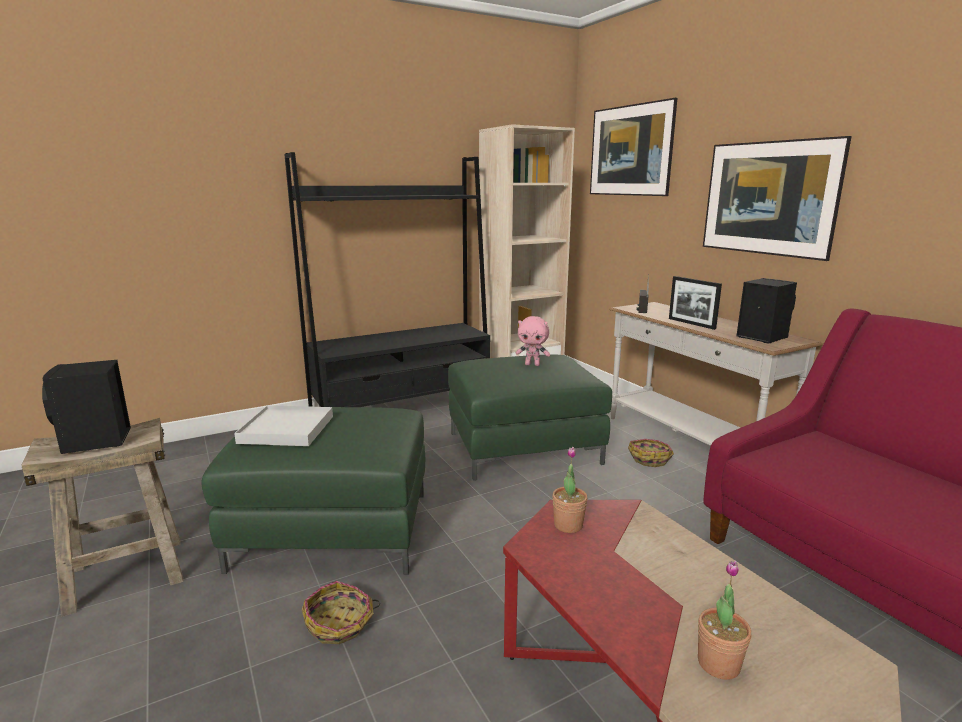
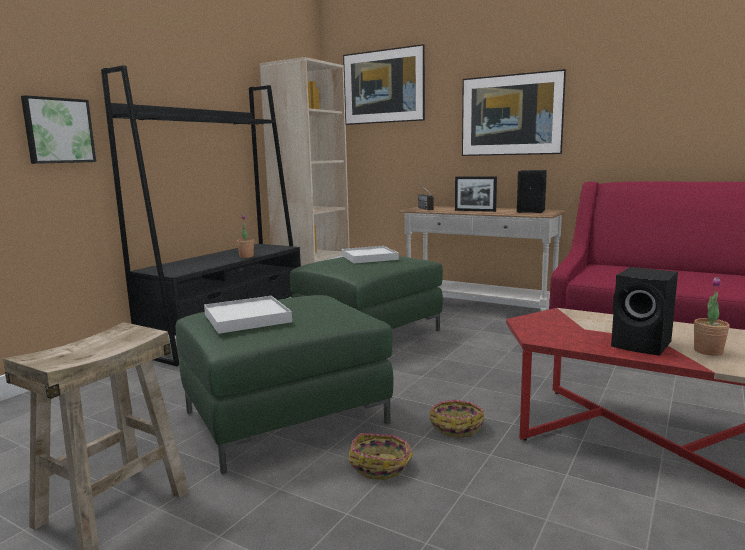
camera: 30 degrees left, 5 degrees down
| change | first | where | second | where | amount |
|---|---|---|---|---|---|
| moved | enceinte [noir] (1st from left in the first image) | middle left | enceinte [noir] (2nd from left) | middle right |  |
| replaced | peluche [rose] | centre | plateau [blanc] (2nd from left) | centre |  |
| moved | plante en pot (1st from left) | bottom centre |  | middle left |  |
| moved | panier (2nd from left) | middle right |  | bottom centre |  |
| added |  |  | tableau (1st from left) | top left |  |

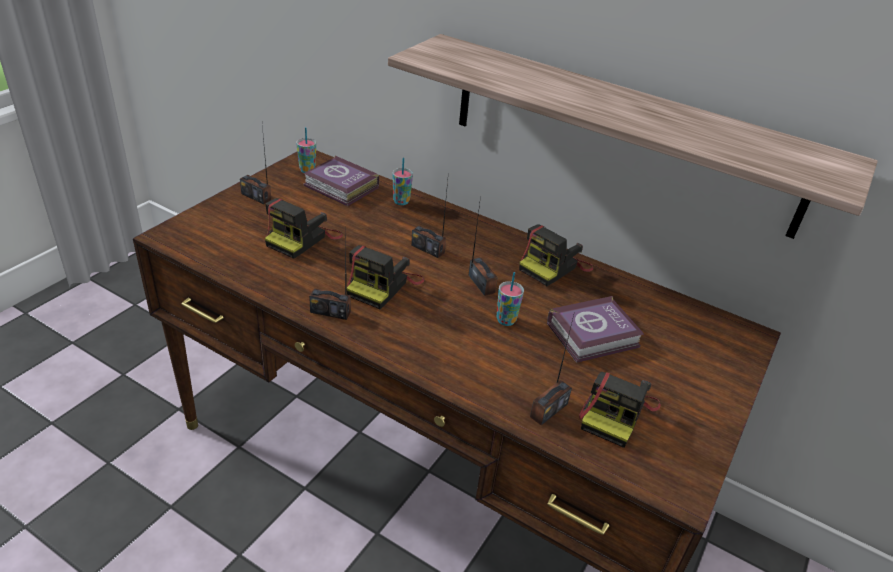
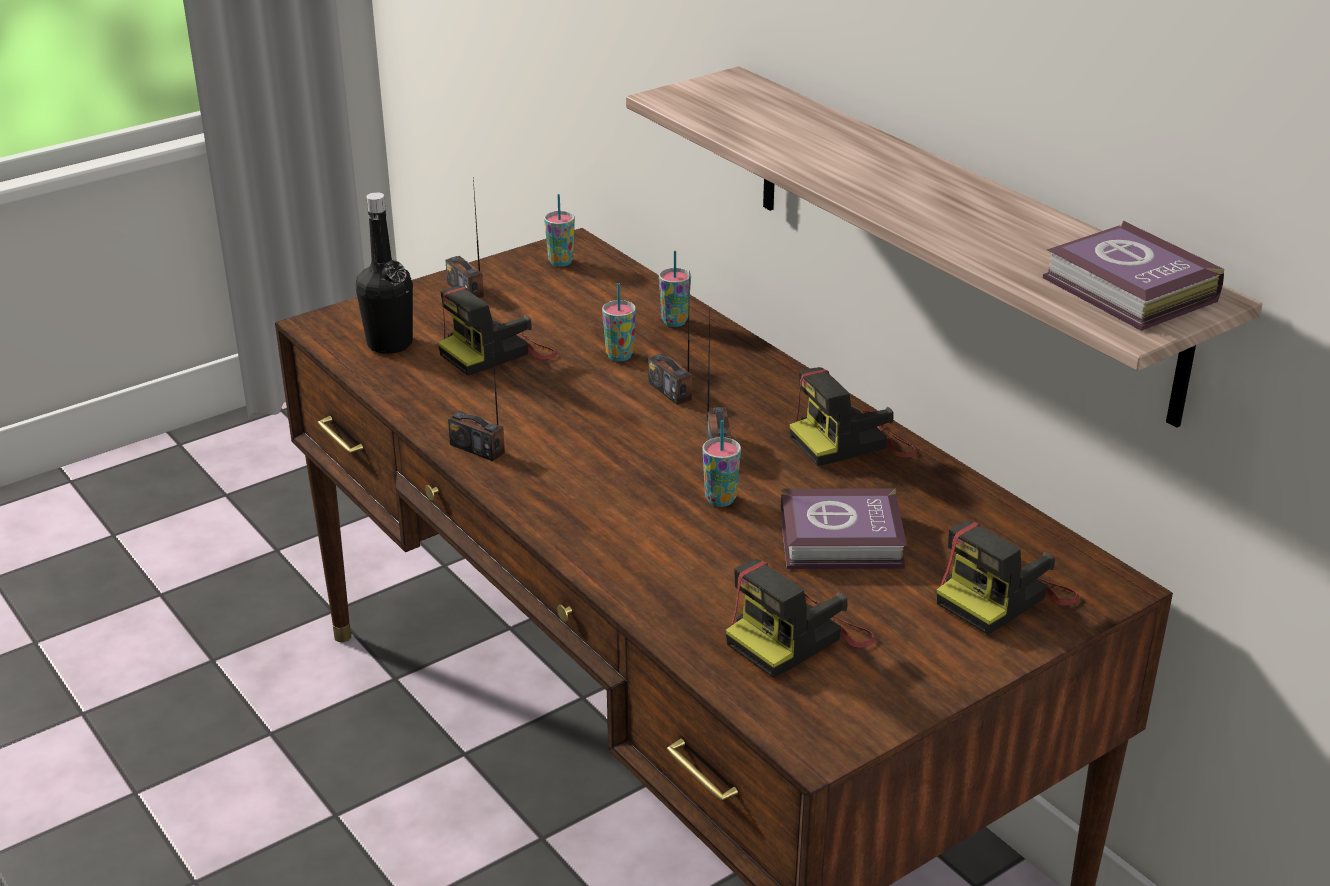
camera: 25 degrees right, 5 degrees down
| change | first | where | second | where | amount |
|---|---|---|---|---|---|
| moved | livre (1st from left in the first image) | top centre | livre (2nd from left) | top right |  |
| moved | appareil photo (2nd from left in the first image) | centre | appareil photo (4th from left) | middle right |  |
| removed | radio (5th from left) | centre |  |  |  |
| added |  |  | bouteille [noir] | top left |  |
| added |  |  | tasse (2nd from left) | centre |  |

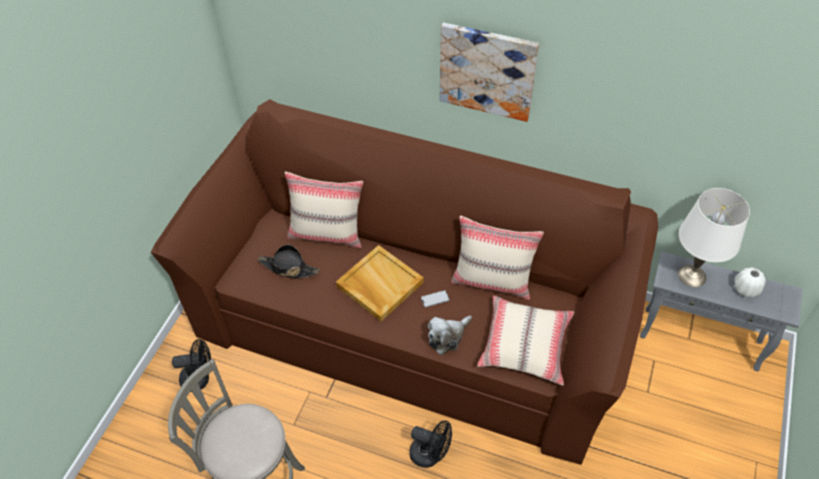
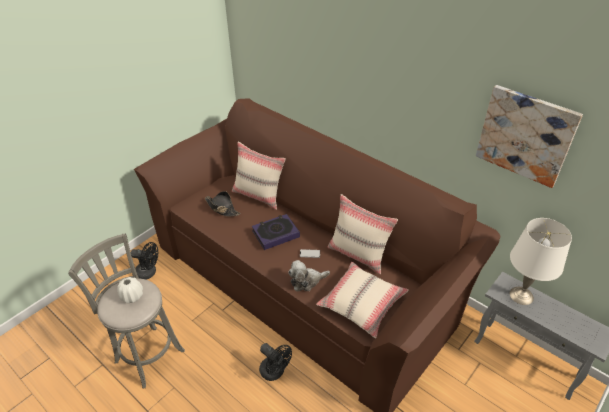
camera: 20 degrees right, 10 degrees down
| change | first | where | second | where | amount |
|---|---|---|---|---|---|
| replaced | plateau [beige] | centre | livre | centre |  |
| moved | tableau | top centre |  | top right |  |
| moved | vase [blanc] | middle right |  | bottom left |  |

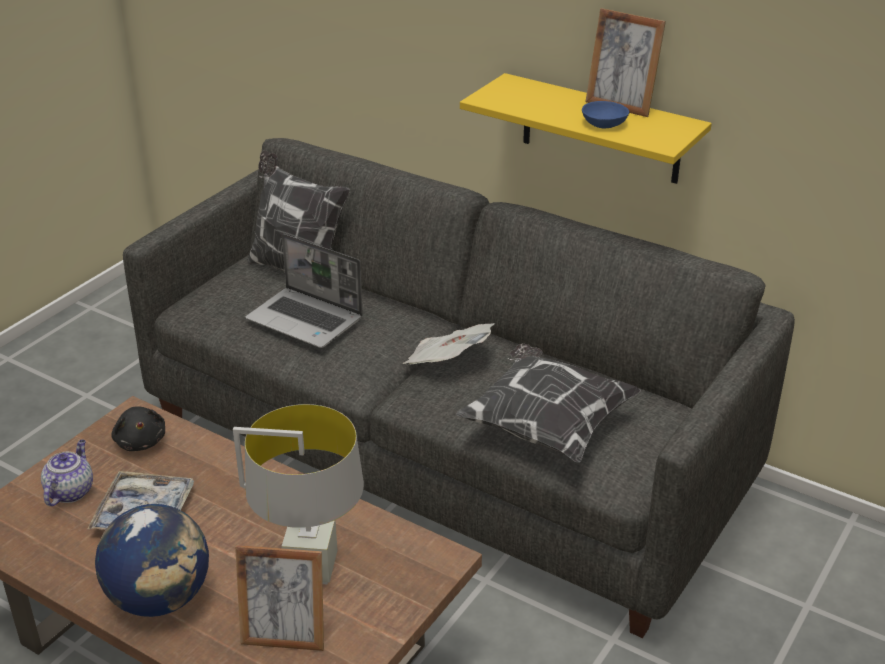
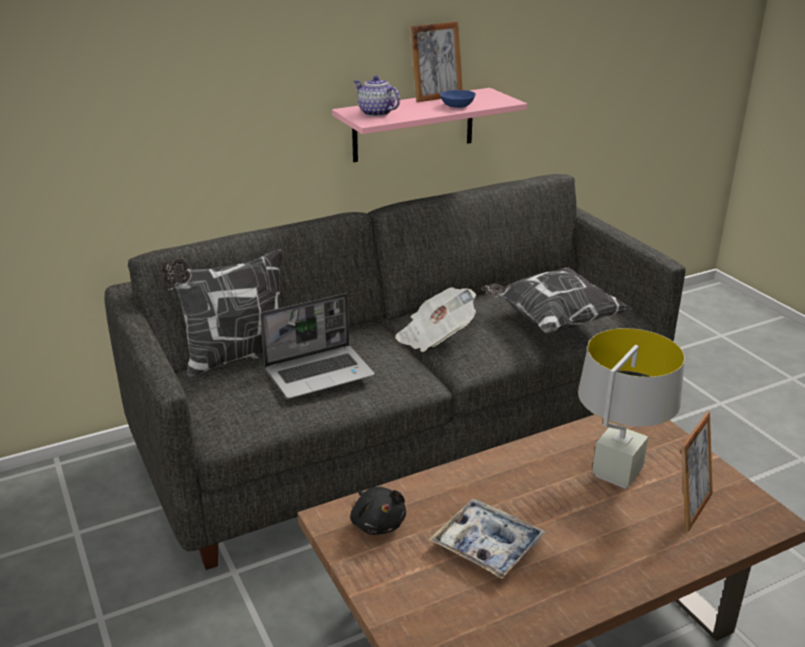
camera: 60 degrees left, 5 degrees down
| change | first | where | second | where | amount |
|---|---|---|---|---|---|
| moved | théière | bottom left |  | top centre |  |
| removed | globe | bottom left |  |  |  |
| turned | peluche [noir] | middle left |  | bottom centre | 60 degrees clockwise |
| recoloured | étagère [jaune] | top centre | étagère [rose] | top centre |  |

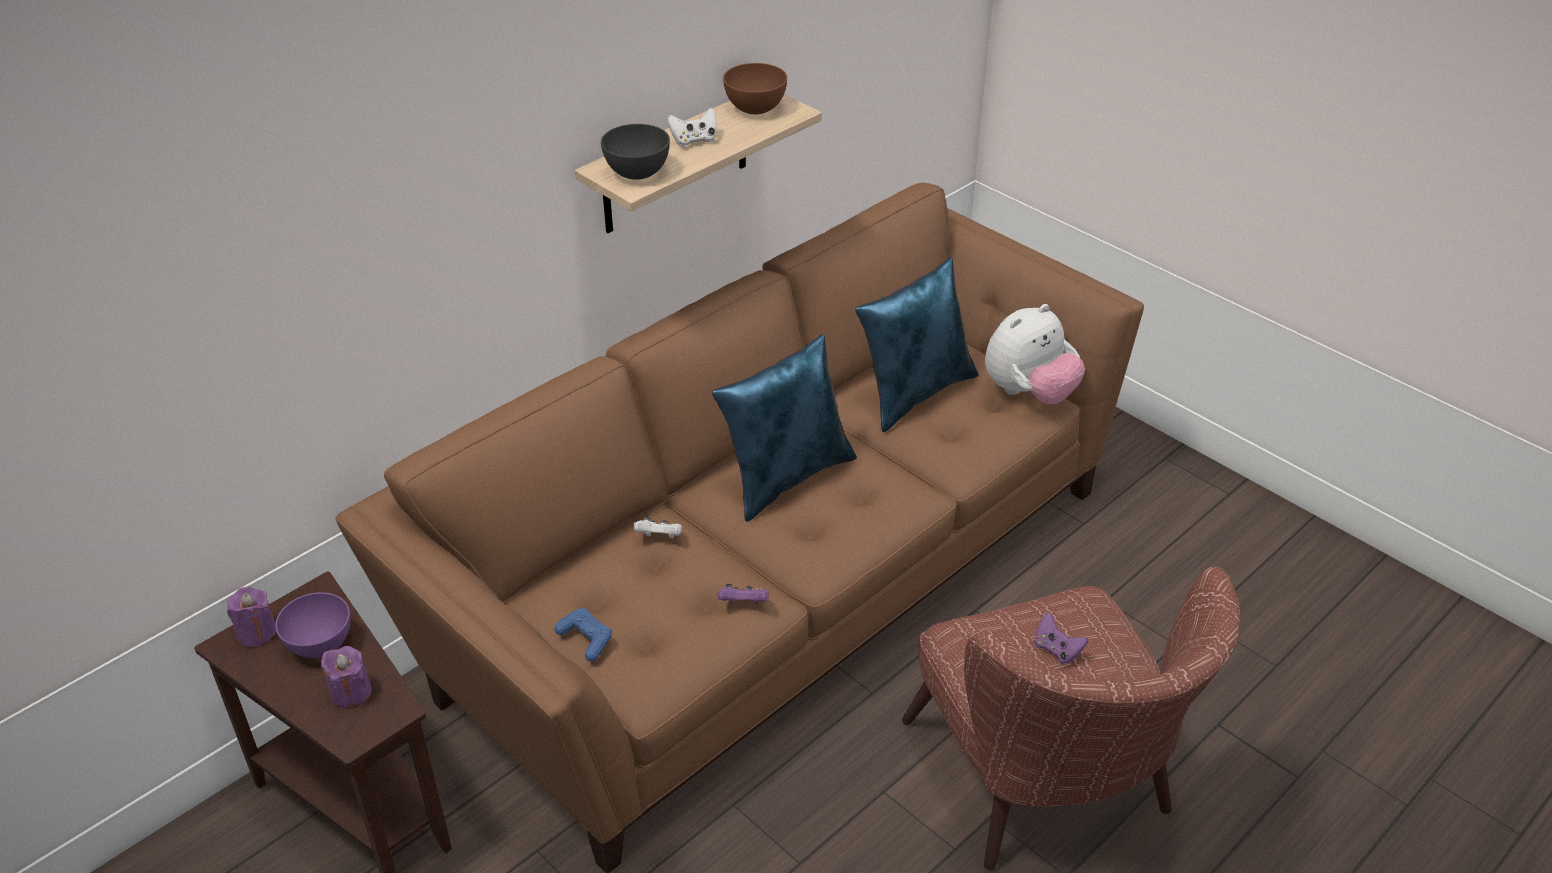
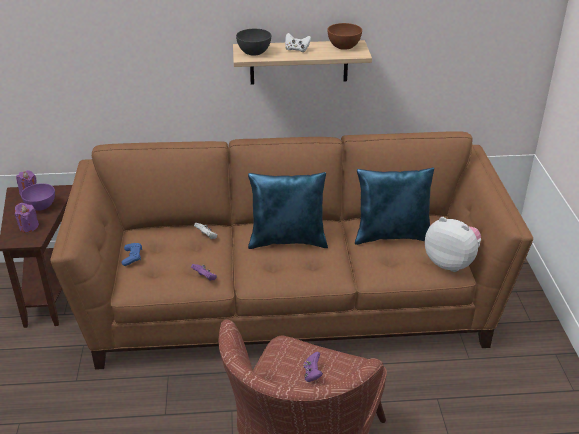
camera: 40 degrees right, 5 degrees down
| change | first | where | second | where | amount |
|---|---|---|---|---|---|
| turned | peluche | middle right |  | middle right | 150 degrees counterclockwise |

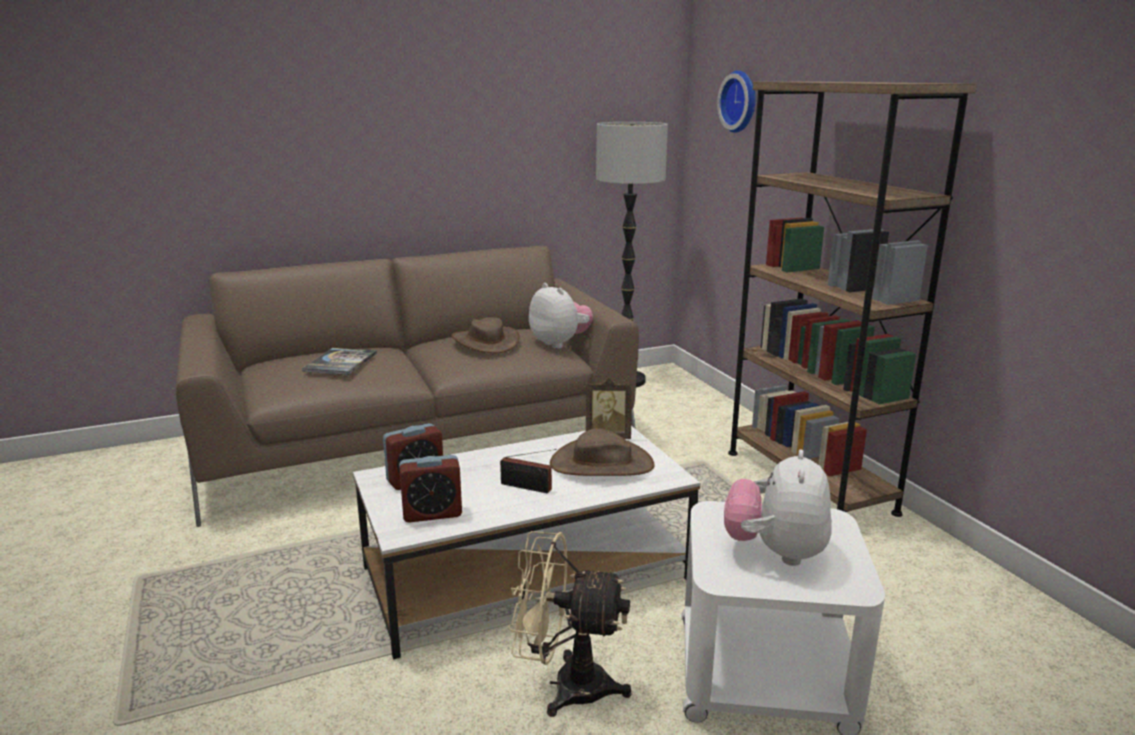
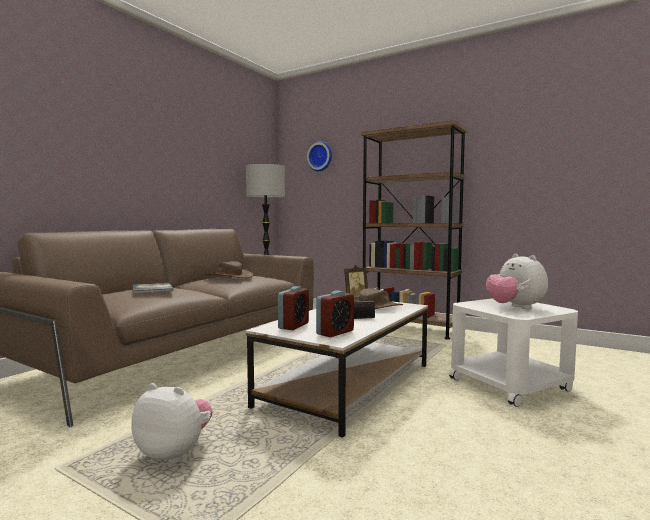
camera: 35 degrees left, 15 degrees down
| change | first | where | second | where | amount |
|---|---|---|---|---|---|
| removed | ventilateur [beige] | bottom centre |  |  |  |
| moved | peluche (1st from left) | centre |  | bottom left |  |

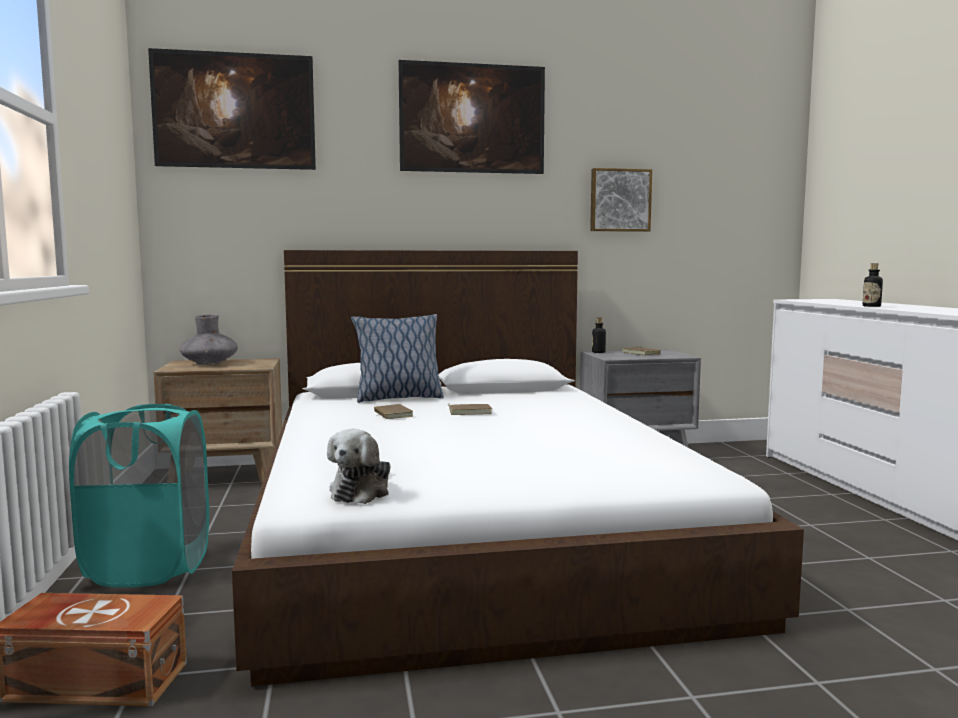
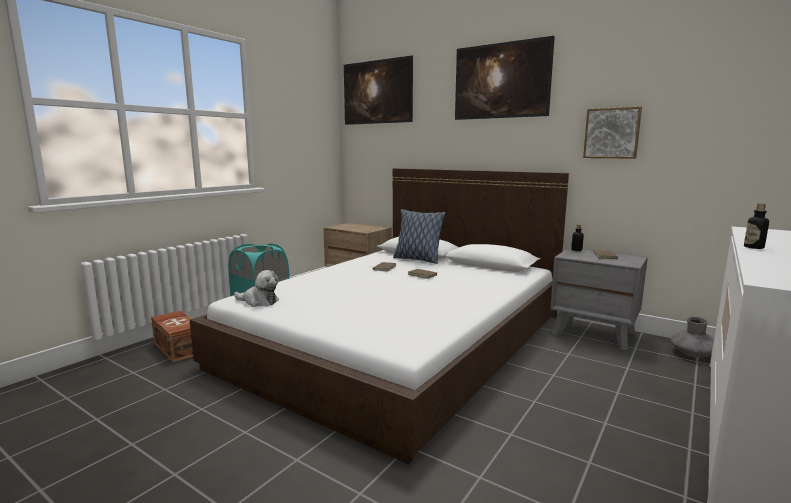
camera: 45 degrees right, 5 degrees up
| change | first | where | second | where | amount |
|---|---|---|---|---|---|
| moved | vase [gris] | middle left |  | bottom right |  |
| turned | peluche | centre |  | middle left | 135 degrees counterclockwise |

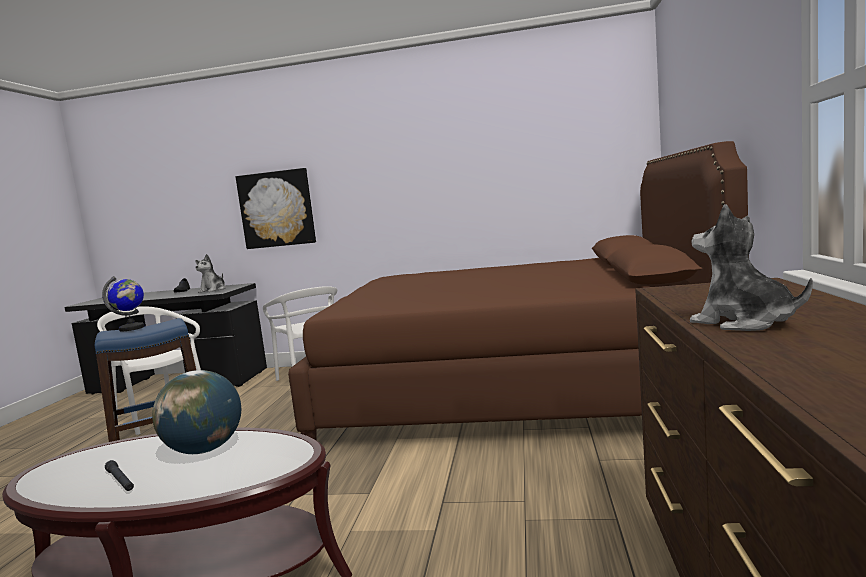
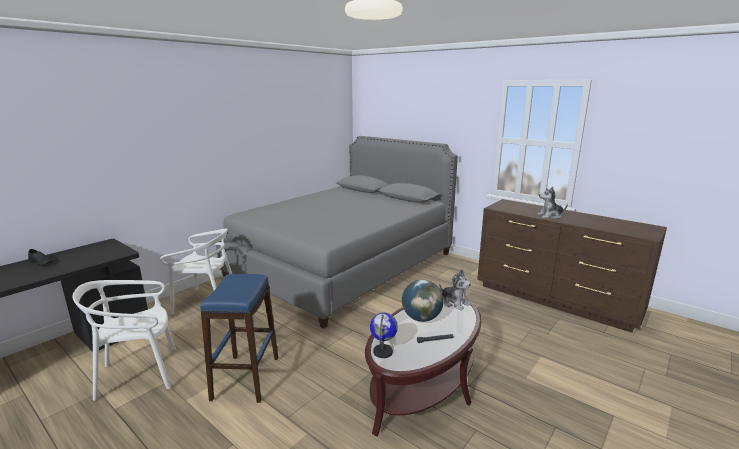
camera: 60 degrees left, 10 degrees up
| change | first | where | second | where | amount |
|---|---|---|---|---|---|
| moved | globe (1st from left) | middle left |  | bottom centre |  |
| moved | peluche (1st from left) | middle left |  | centre |  |
| removed | tableau | middle left |  |  |  |
| recoloured | lit [marron] | centre | lit [gris] | centre |  |

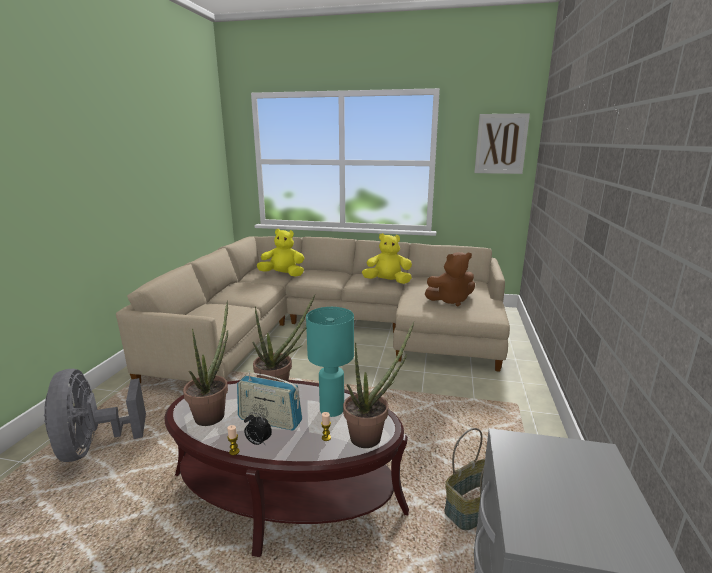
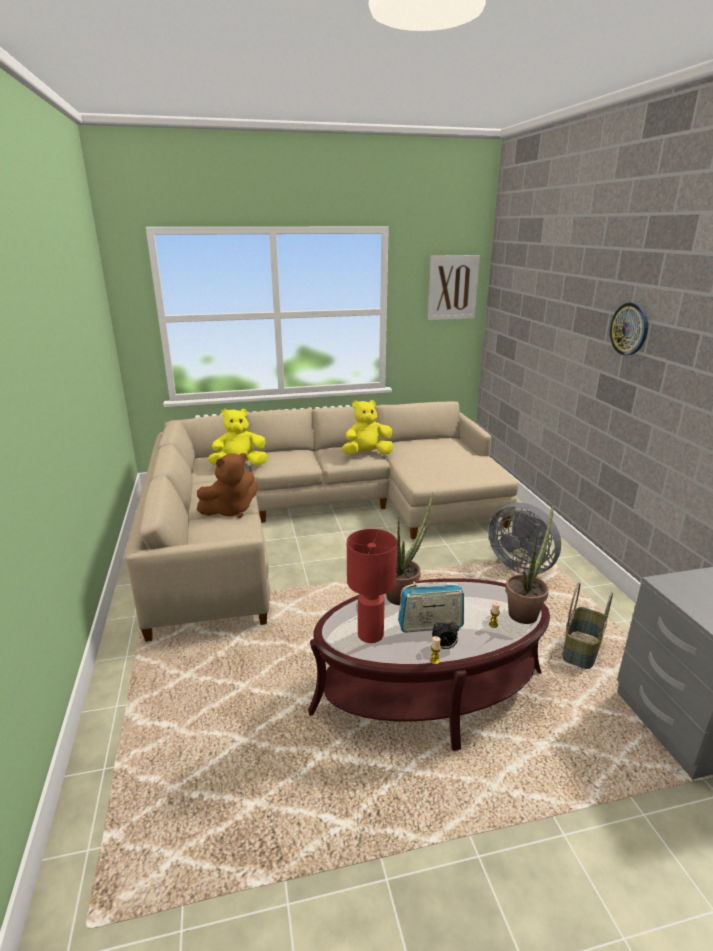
camera: 25 degrees left, 5 degrees up
| change | first | where | second | where | amount |
|---|---|---|---|---|---|
| moved | ventilateur [gris] | bottom left |  | middle right |  |
| replaced | plante en pot (1st from left) | middle left | lampe de table [rouge] | centre |  |
| removed | lampe de table [turquoise] | centre |  |  |  |
| moved | peluche [marron] | centre |  | middle left |  |
| added |  |  | horloge murale | middle right |  |

